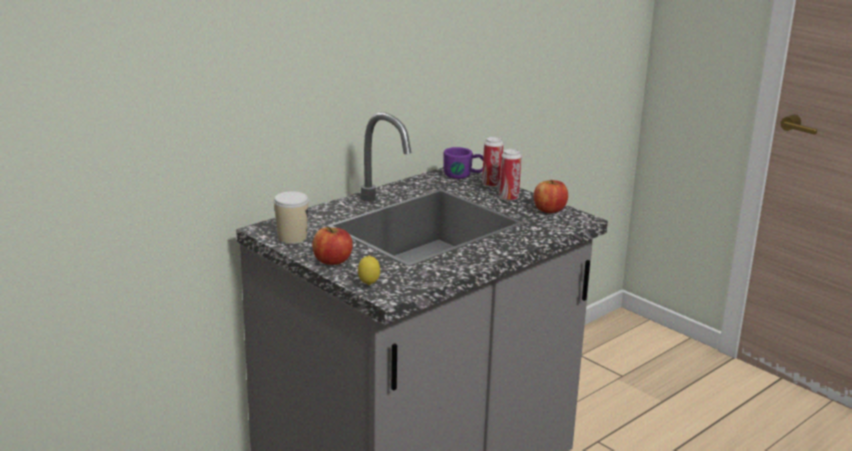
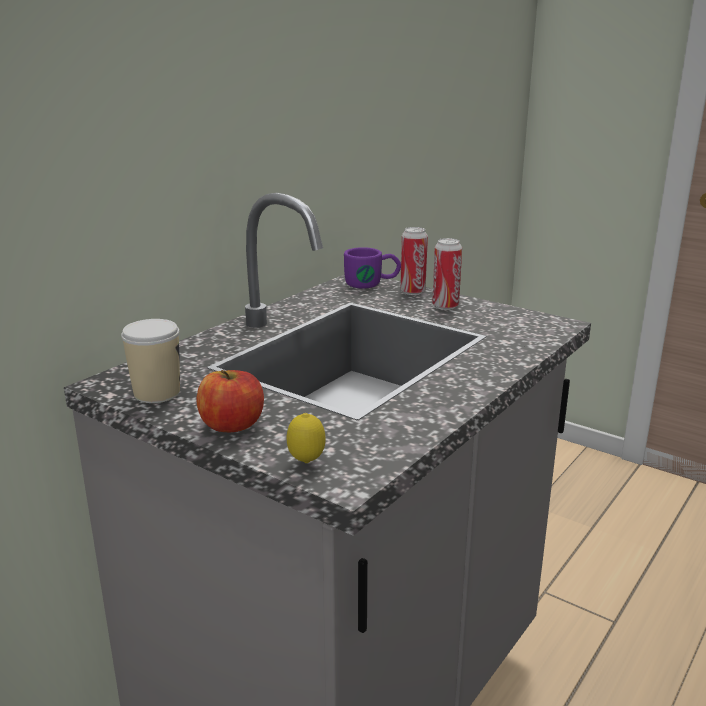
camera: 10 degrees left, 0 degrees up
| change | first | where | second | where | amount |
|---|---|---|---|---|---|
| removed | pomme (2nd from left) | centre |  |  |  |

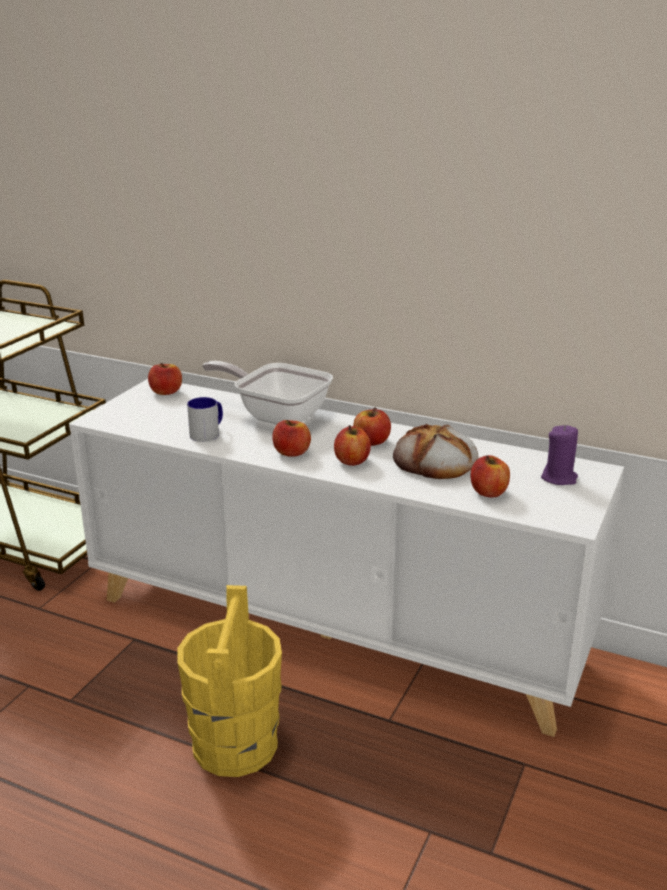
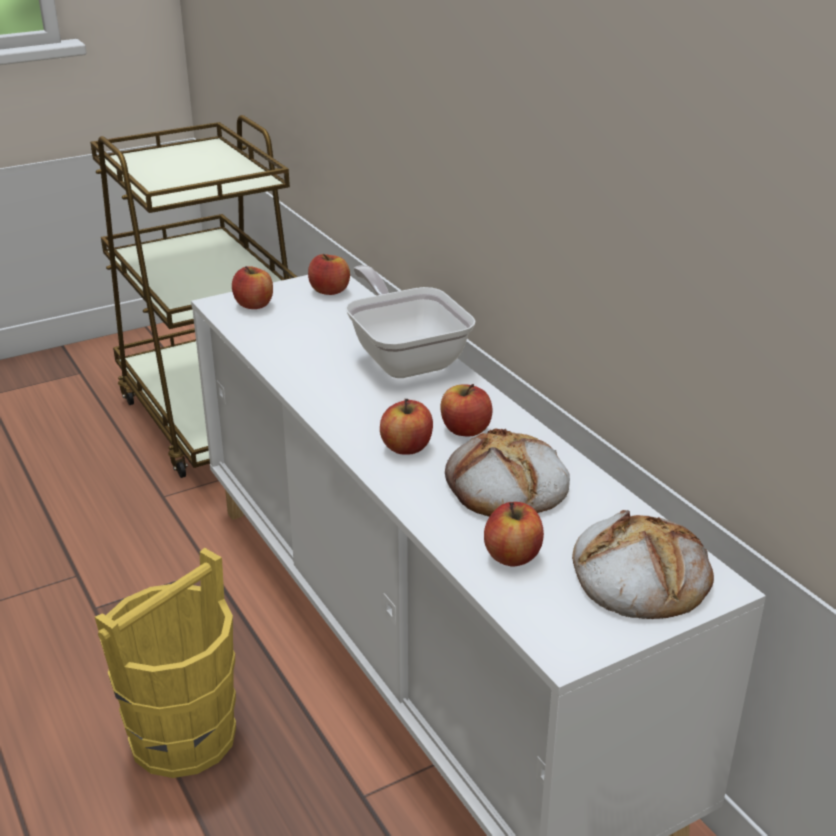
camera: 35 degrees right, 5 degrees up
| change | first | where | second | where | amount |
|---|---|---|---|---|---|
| removed | mug | middle left |  |  |  |
| moved | pomme (2nd from left in the first image) | centre | pomme (1st from left) | middle left |  |
| replaced | bougie [violet] | middle right | pain (2nd from left) | bottom right |  |

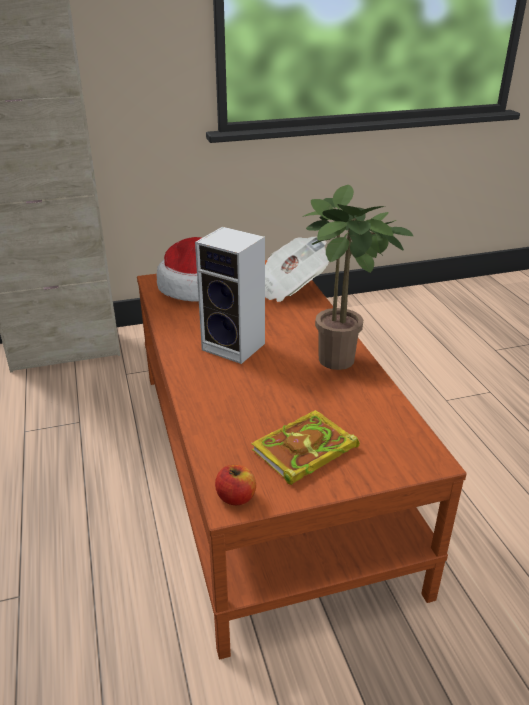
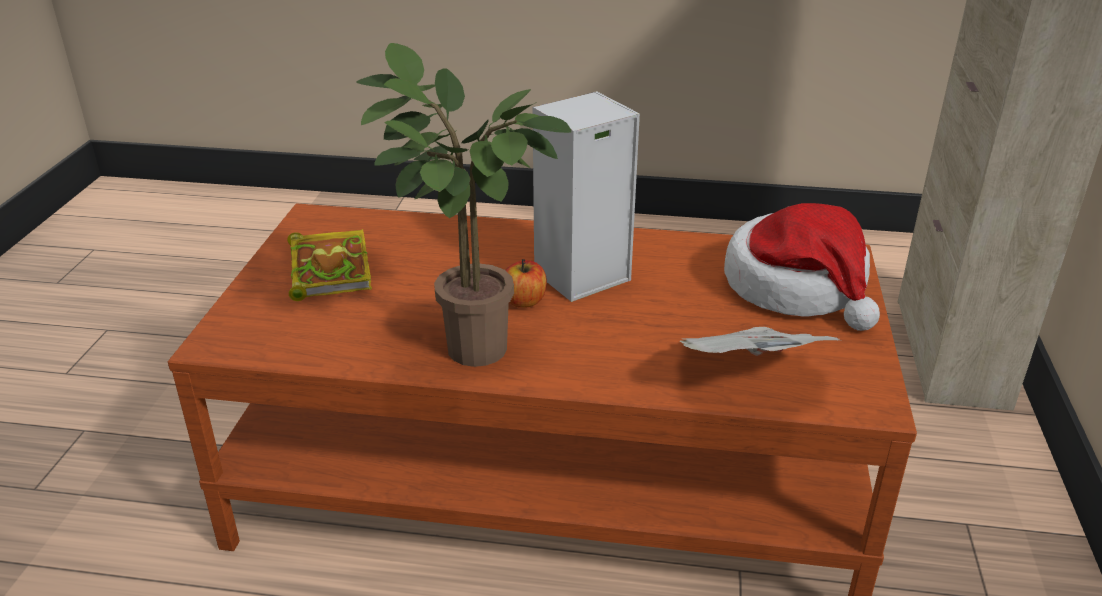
camera: 115 degrees right, 0 degrees up
| change | first | where | second | where | amount |
|---|---|---|---|---|---|
| moved | pomme | bottom centre |  | centre |  |

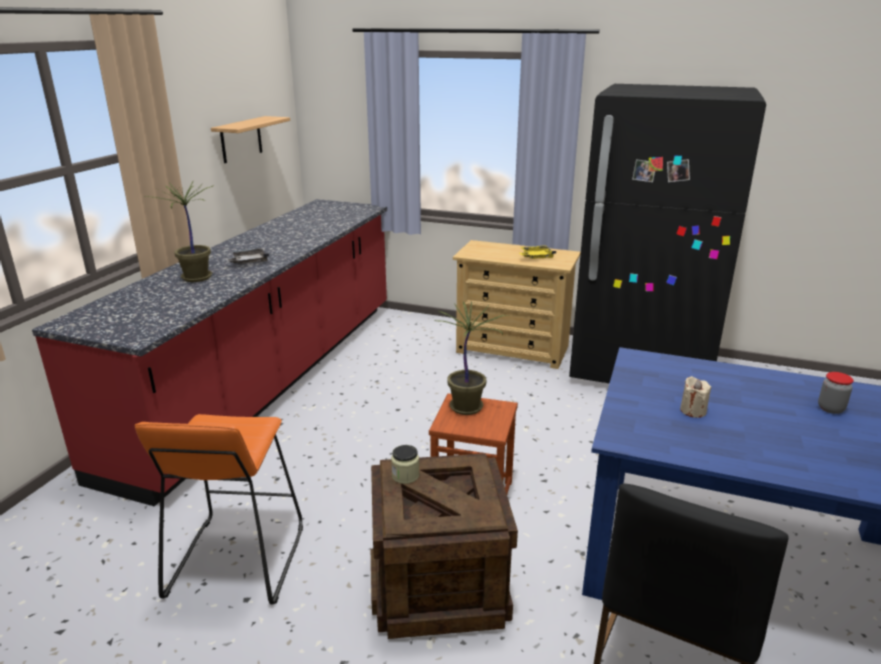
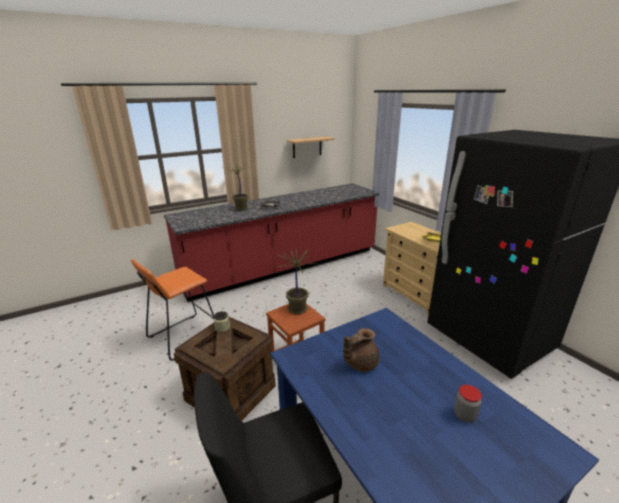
camera: 40 degrees right, 0 degrees up
| change | first | where | second | where | amount |
|---|---|---|---|---|---|
| replaced | bougie [beige] | middle right | théière [marron] | bottom centre |  |

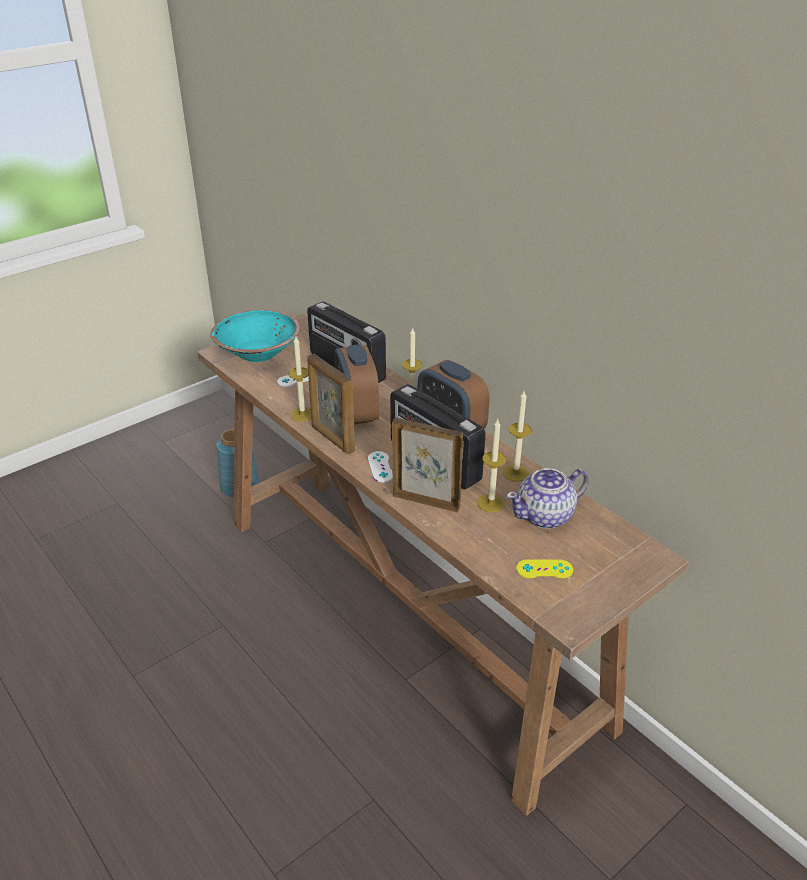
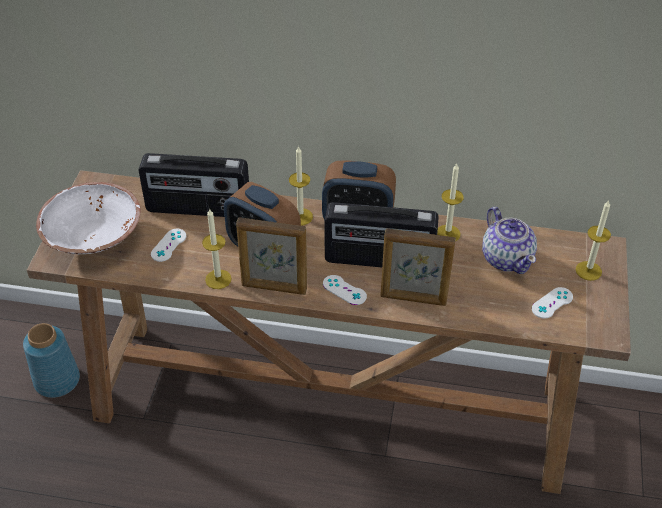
camera: 40 degrees left, 10 degrees up
| change | first | where | second | where | amount |
|---|---|---|---|---|---|
| recoloured | bol [turquoise] | middle left | bol [blanc] | middle left |  |
| turned | cadre photo (2nd from left) | centre |  | centre | 150 degrees counterclockwise |
| moved | bougie (3rd from left in the first image) | centre | bougie (4th from left) | middle right |  |
| turned | théière | middle right |  | middle right | 45 degrees counterclockwise |
| recoloured | manette [jaune] | middle right | manette [blanc] (3rd from left) | middle right |  |

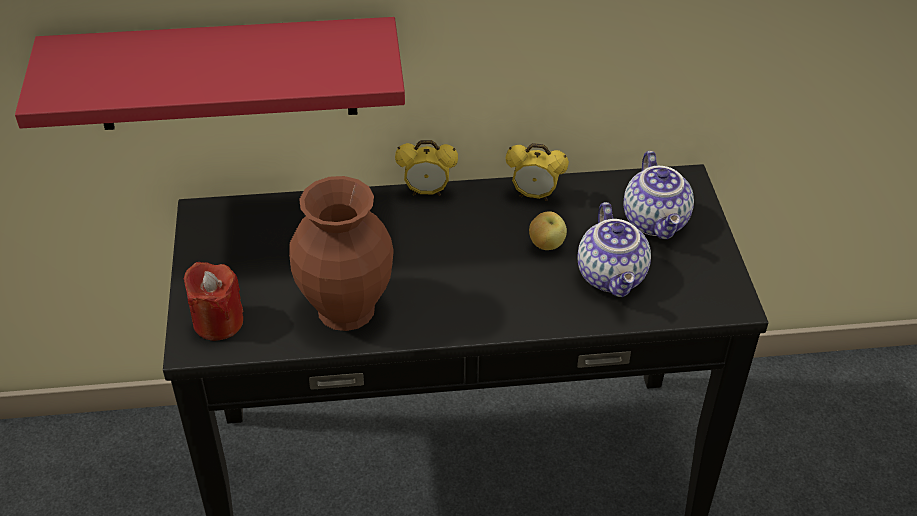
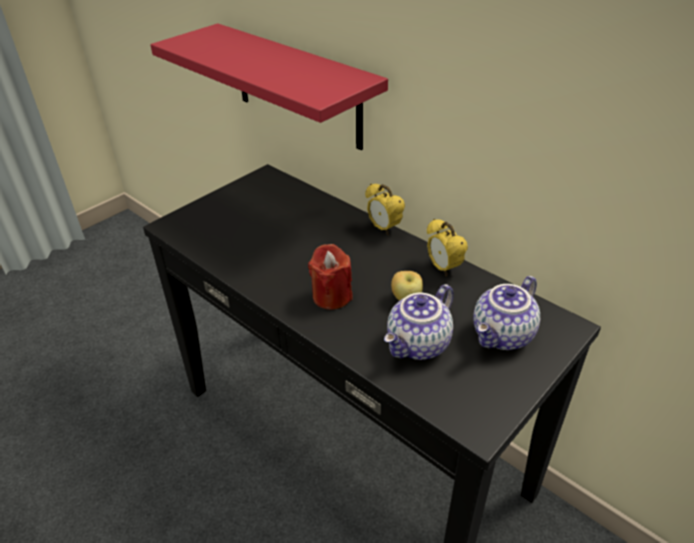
camera: 50 degrees right, 5 degrees down
| change | first | where | second | where | amount |
|---|---|---|---|---|---|
| moved | bougie [rouge] | middle left |  | centre |  |
| removed | vase [marron] | centre |  |  |  |

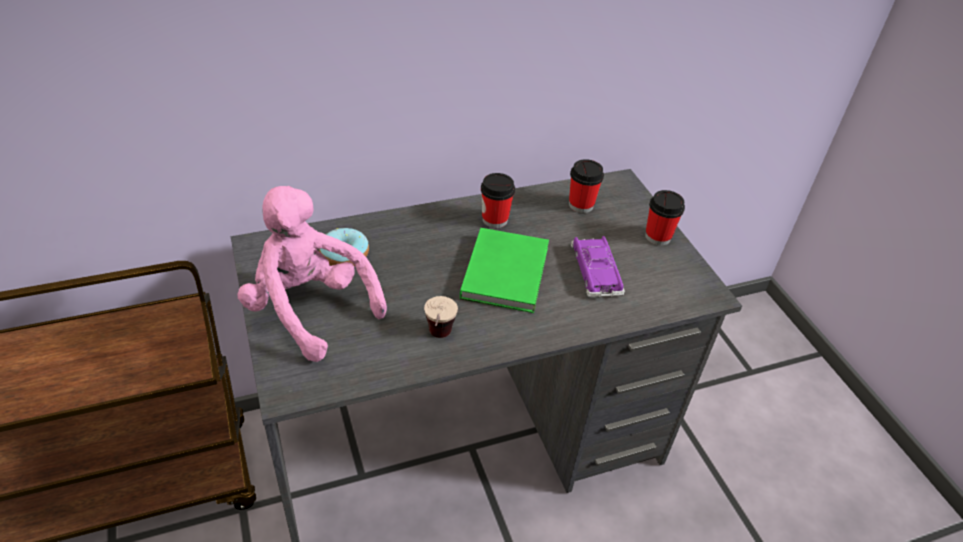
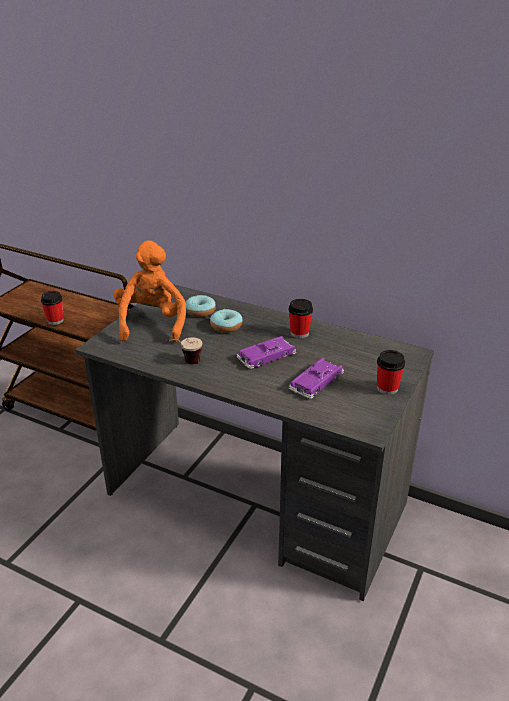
camera: 50 degrees right, 10 degrees down
| change | first | where | second | where | amount |
|---|---|---|---|---|---|
| recoloured | peluche [rose] | middle left | peluche [orange] | middle left |  |
| replaced | livre [vert] | centre | petite voiture [violet] (1st from left) | centre |  |
| moved | tasse (3rd from left in the first image) | centre | tasse (1st from left) | middle left |  |
| added |  |  | beignet (2nd from left) | centre |  |

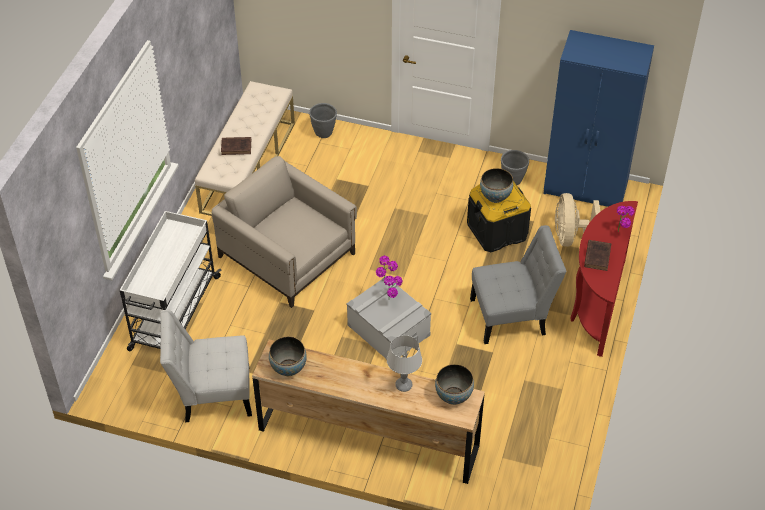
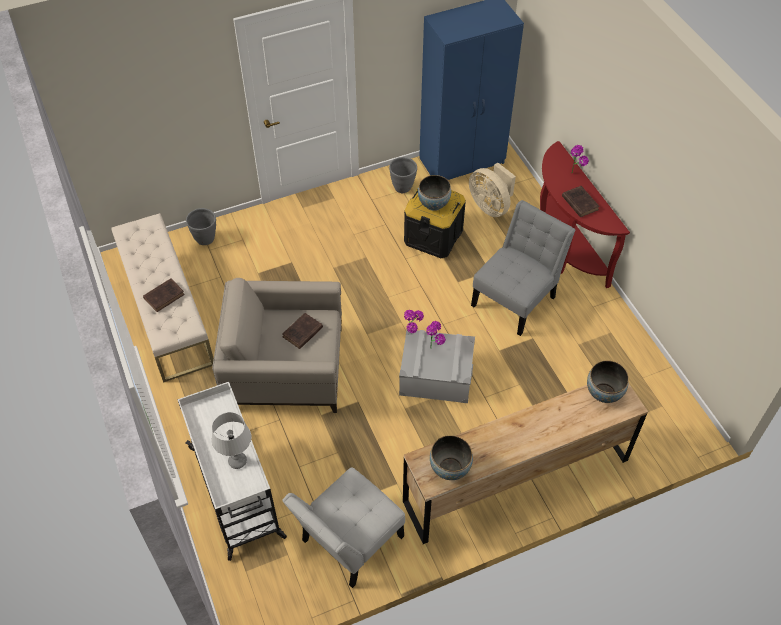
camera: 40 degrees left, 5 degrees up
| change | first | where | second | where | amount |
|---|---|---|---|---|---|
| moved | lampe de table [gris] | bottom centre |  | bottom left |  |
| added |  |  | livre [marron] (2nd from left) | centre |  |

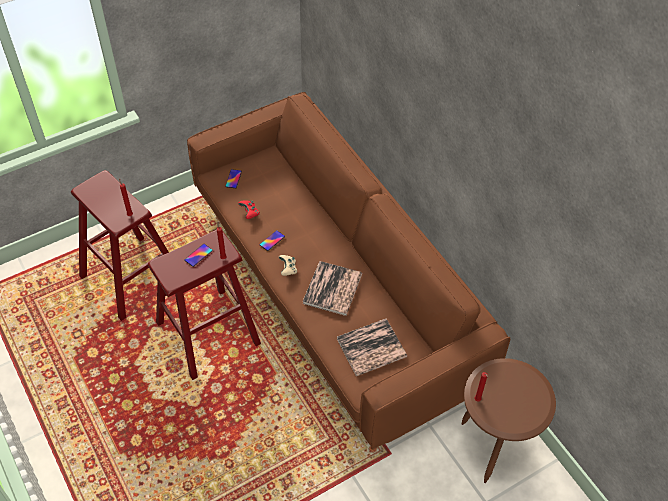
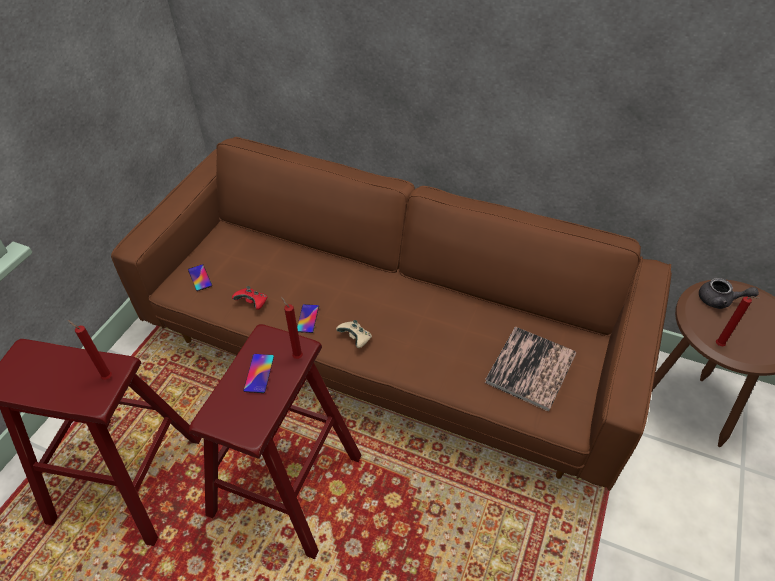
camera: 35 degrees left, 5 degrees down
| change | first | where | second | where | amount |
|---|---|---|---|---|---|
| removed | livre (1st from left) | centre |  |  |  |
| added |  |  | théière [gris] | middle right |  |

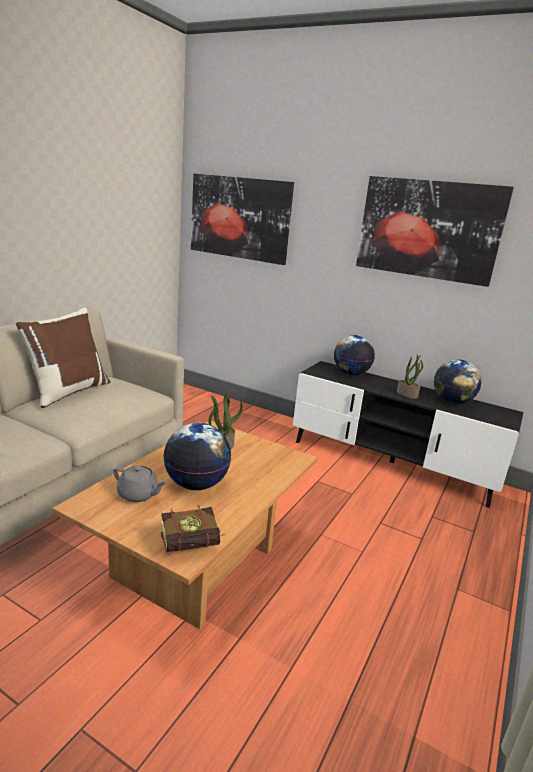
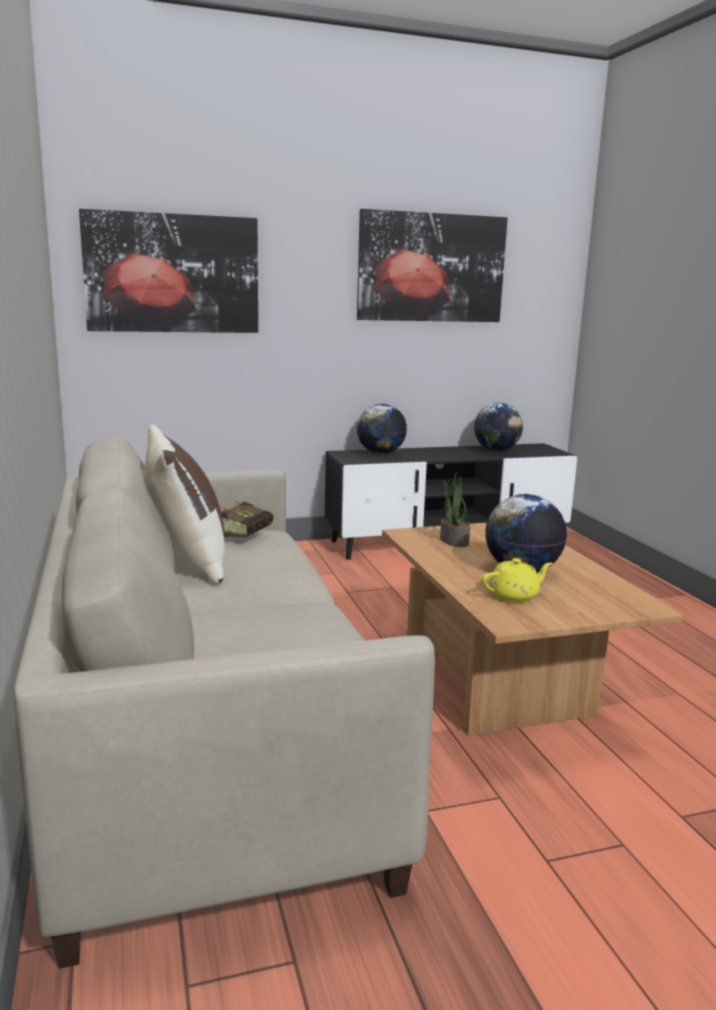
camera: 45 degrees left, 5 degrees down
| change | first | where | second | where | amount |
|---|---|---|---|---|---|
| recoloured | théière [gris] | middle left | théière [jaune] | middle right |  |
| moved | livre | bottom centre |  | centre |  |
| removed | plante en pot (2nd from left) | middle right |  |  |  |

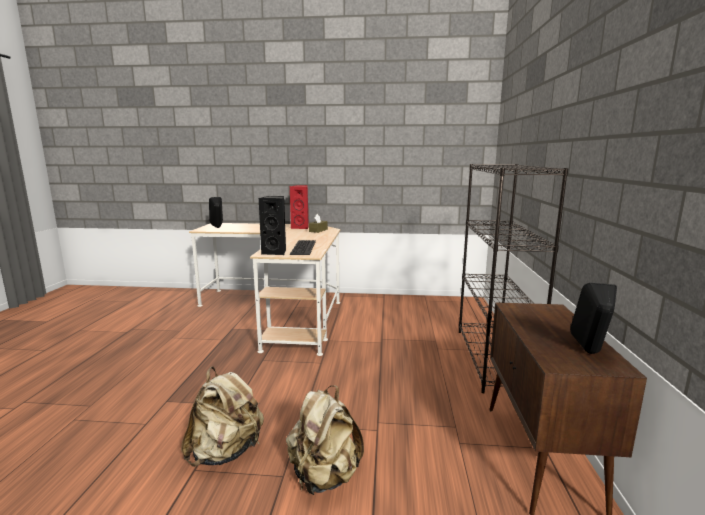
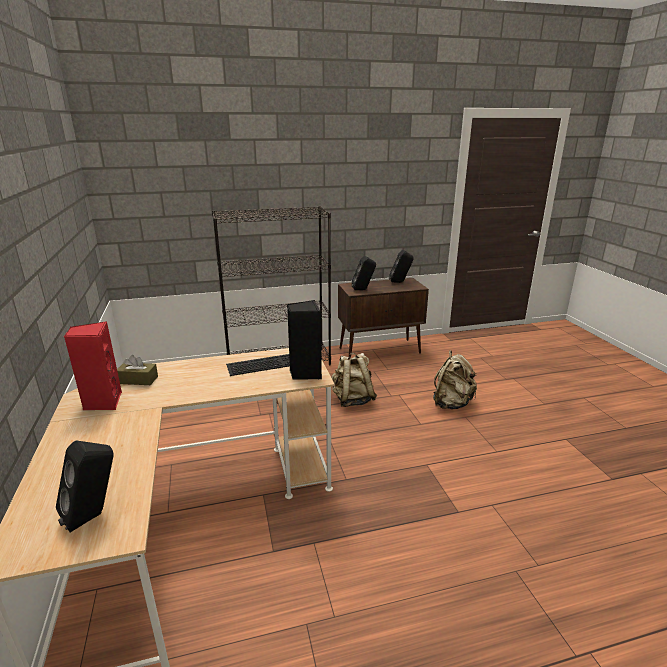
camera: 110 degrees left, 10 degrees up
| change | first | where | second | where | amount |
|---|---|---|---|---|---|
| moved | sac à dos [beige] (1st from left) | bottom left |  | centre |  |
| added |  |  | enceinte [noir] (3rd from left) | centre |  |

